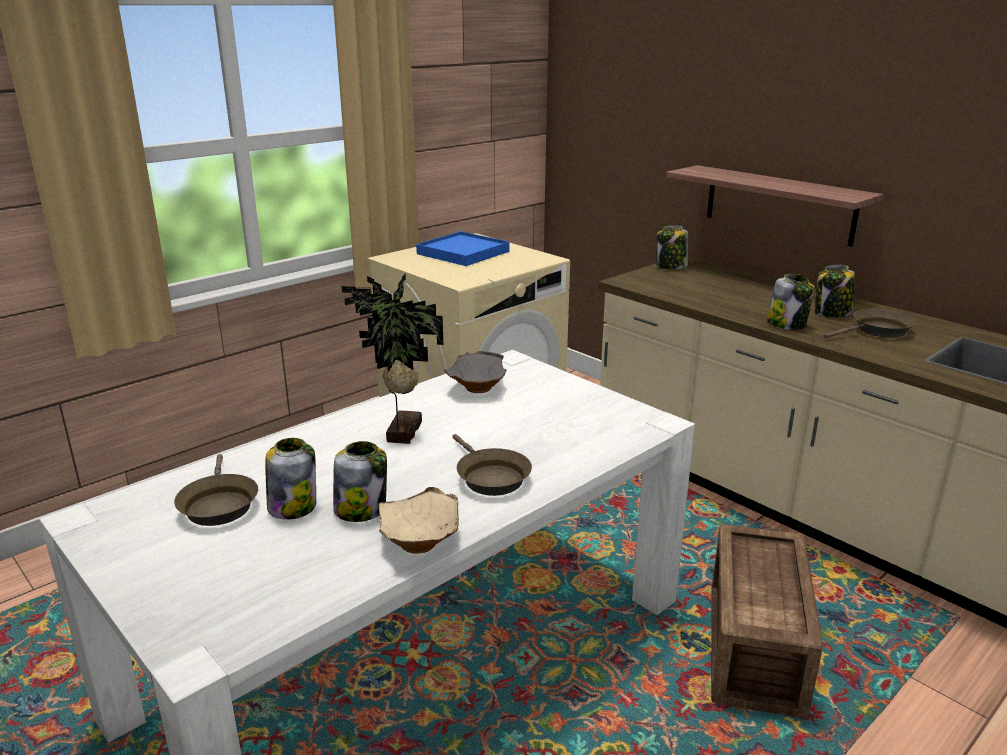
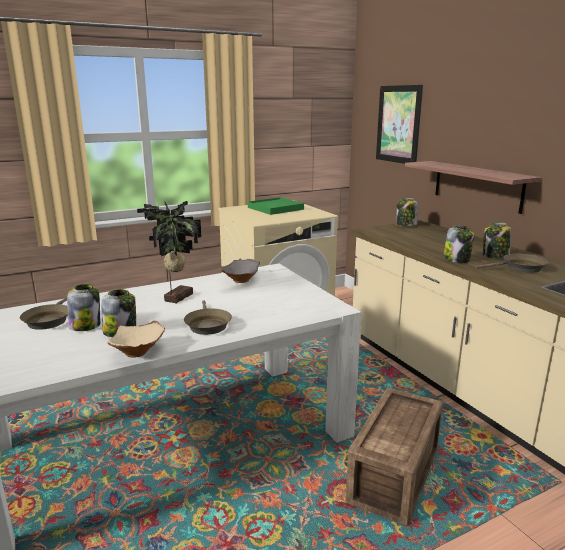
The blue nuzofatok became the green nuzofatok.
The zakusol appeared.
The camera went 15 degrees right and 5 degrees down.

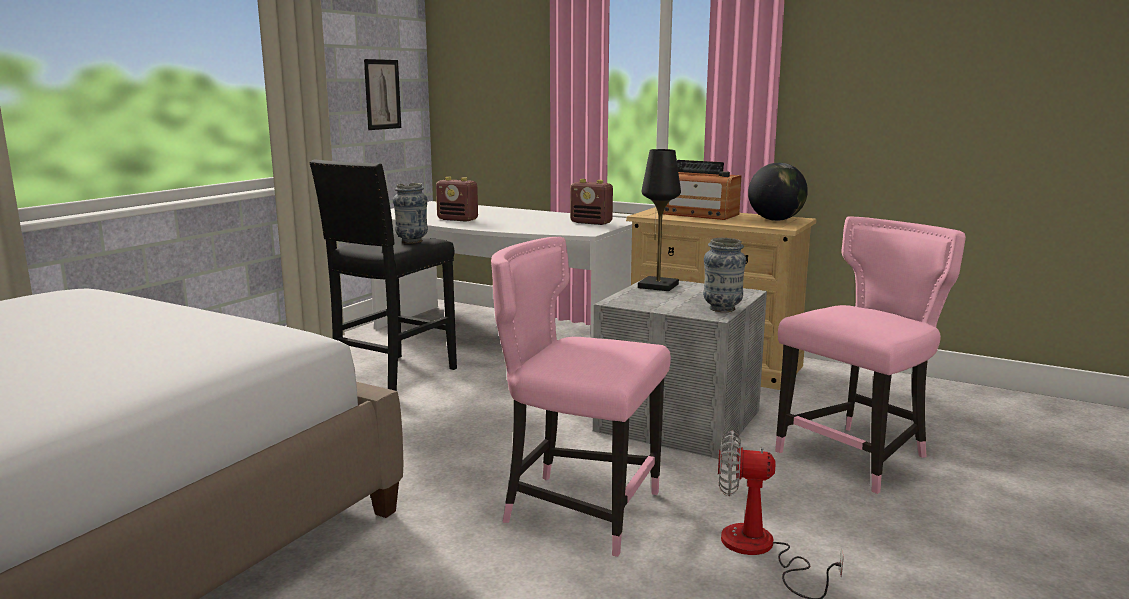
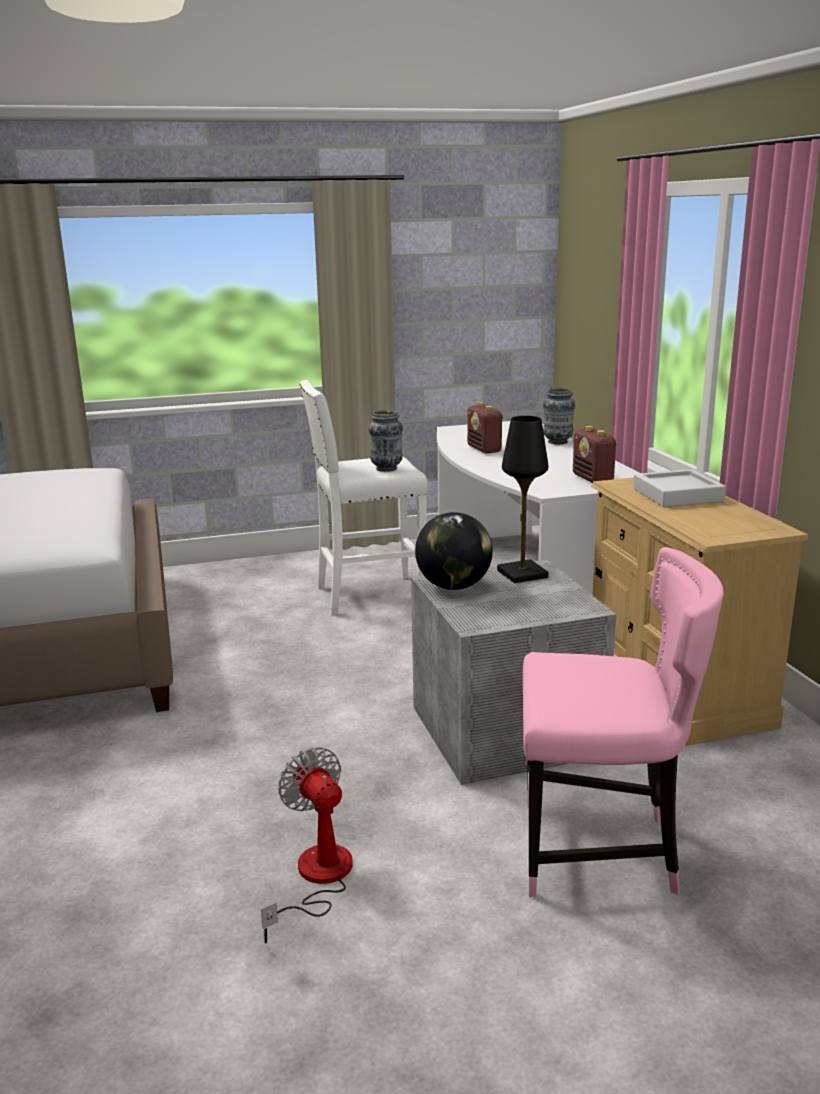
The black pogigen became the white pogigen.
The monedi moved.
The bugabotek (2nd from left) moved.
The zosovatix (3rd from left) was replaced by the grey nuzofatok.
The zakusol disappeared.
The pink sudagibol (1st from left) disappeared.
The camera went 45 degrees right and 5 degrees up.

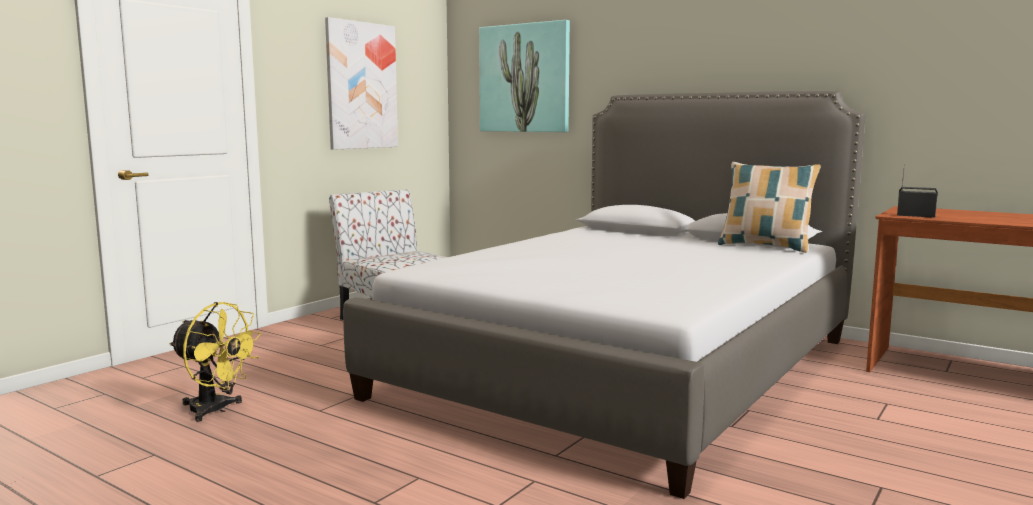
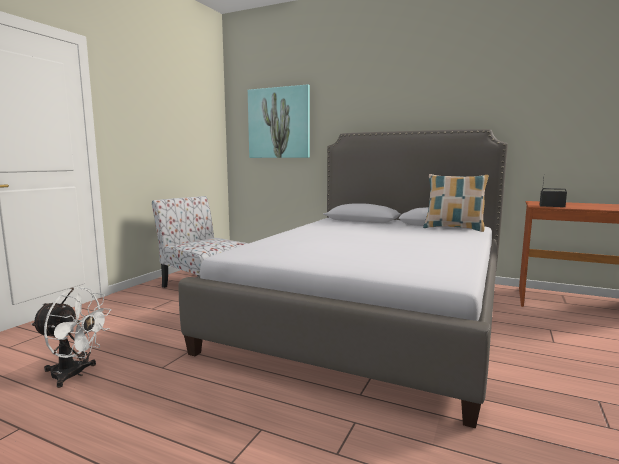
The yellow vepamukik became the white vepamukik.
The zakusol (1st from left) disappeared.
The camera went 10 degrees left and 0 degrees up.

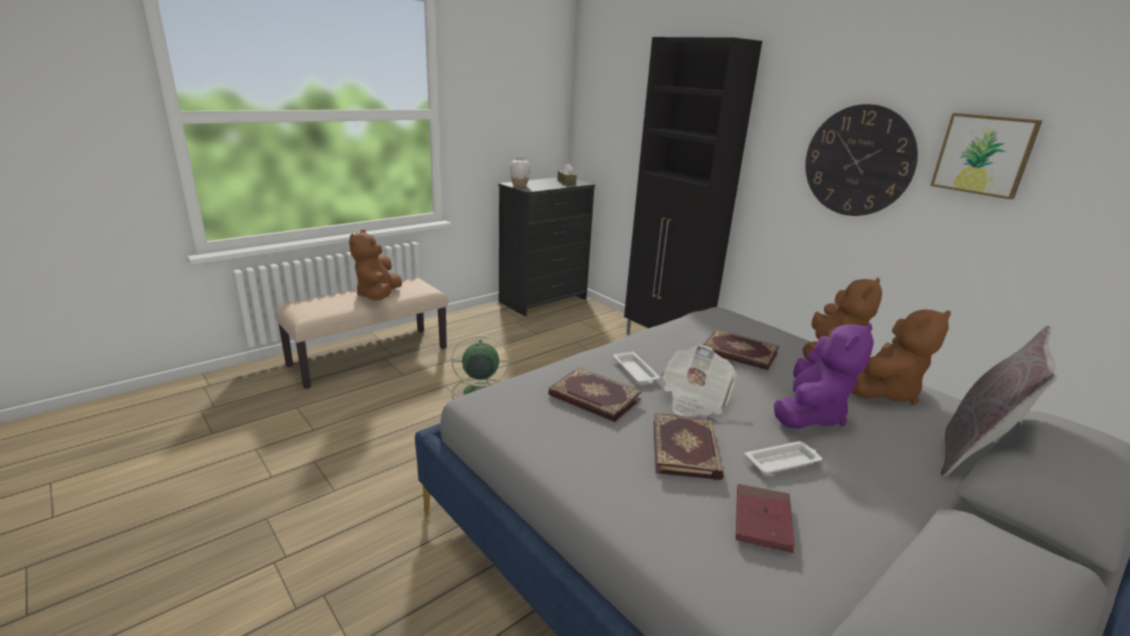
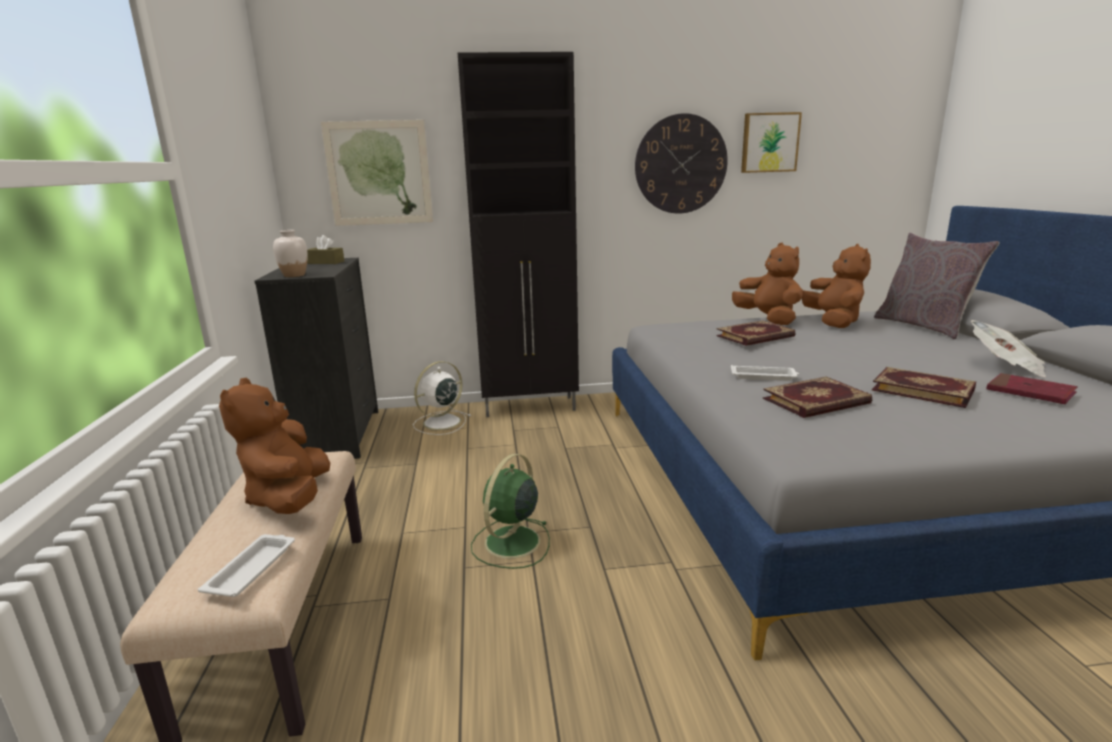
The white nuzofatok (2nd from left in the first image) moved.
The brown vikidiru (1st from left) turned 45 degrees clockwise.
The zakusol (1st from left) appeared.
The white vepamukik appeared.
The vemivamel moved.
The purple vikidiru disappeared.
The camera went 55 degrees left and 5 degrees down.

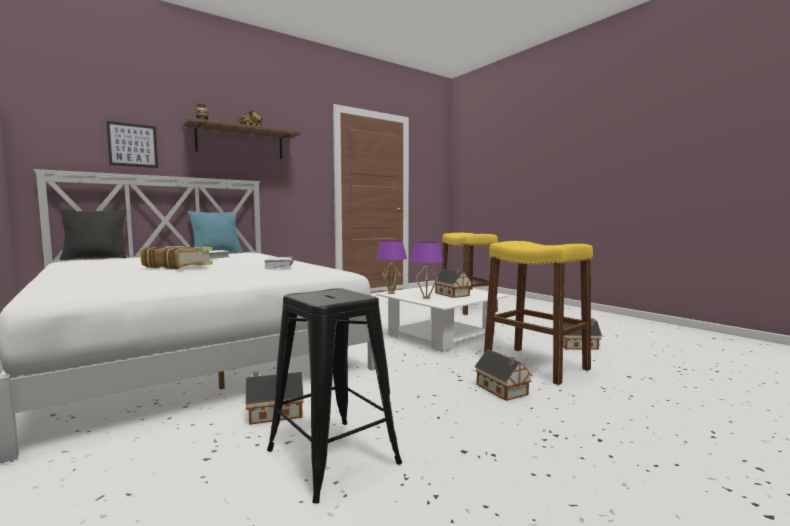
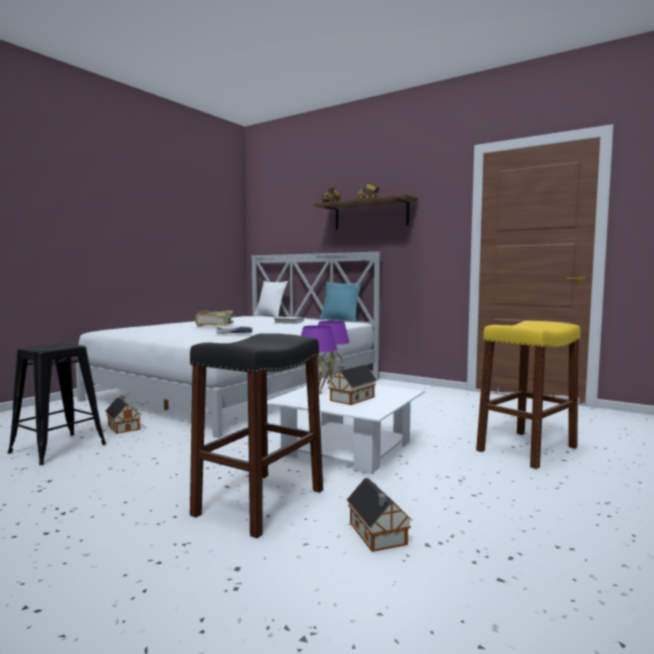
The yellow pogigen (2nd from left) became the black pogigen (2nd from left).
The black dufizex became the white dufizex.
The zakusol disappeared.
The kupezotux (3rd from left) disappeared.
The camera went 70 degrees right and 0 degrees up.

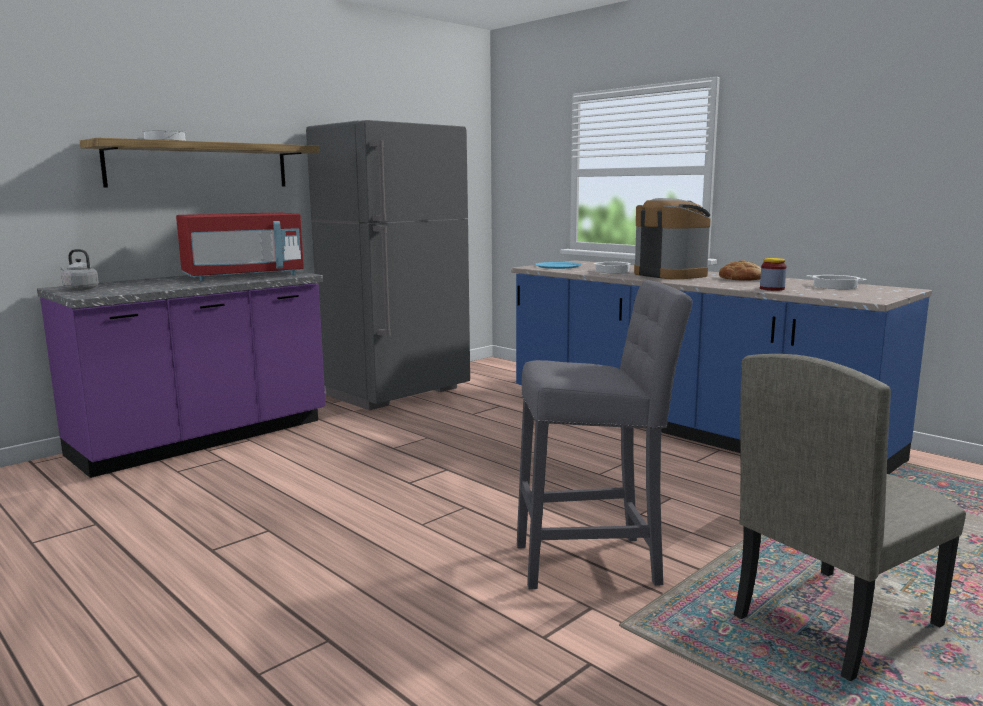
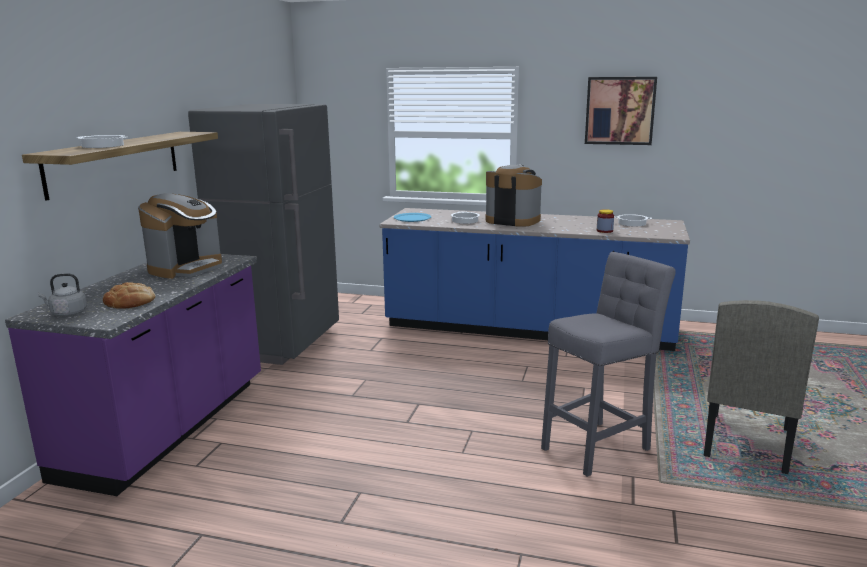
The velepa moved.
The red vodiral was replaced by the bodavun (1st from left).
The zakusol appeared.
The camera went 30 degrees left and 5 degrees up.

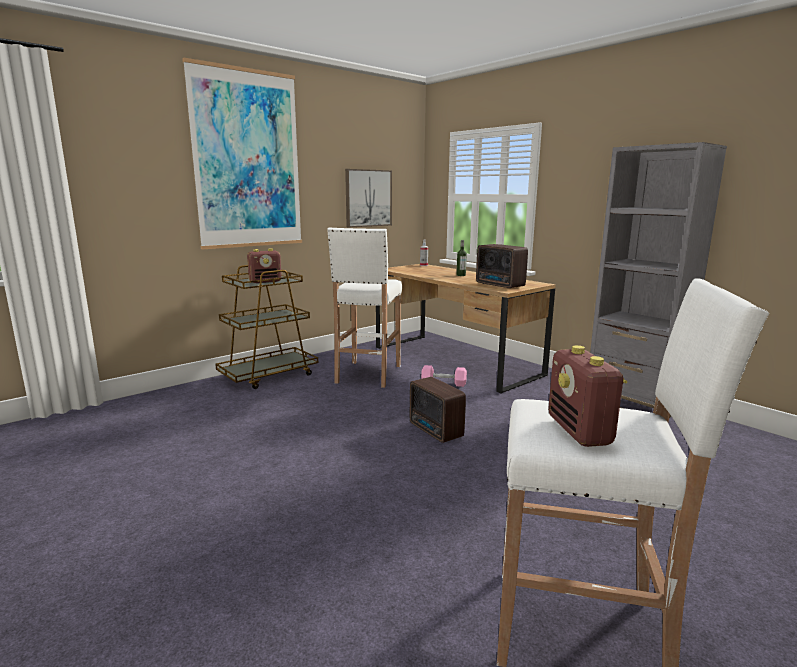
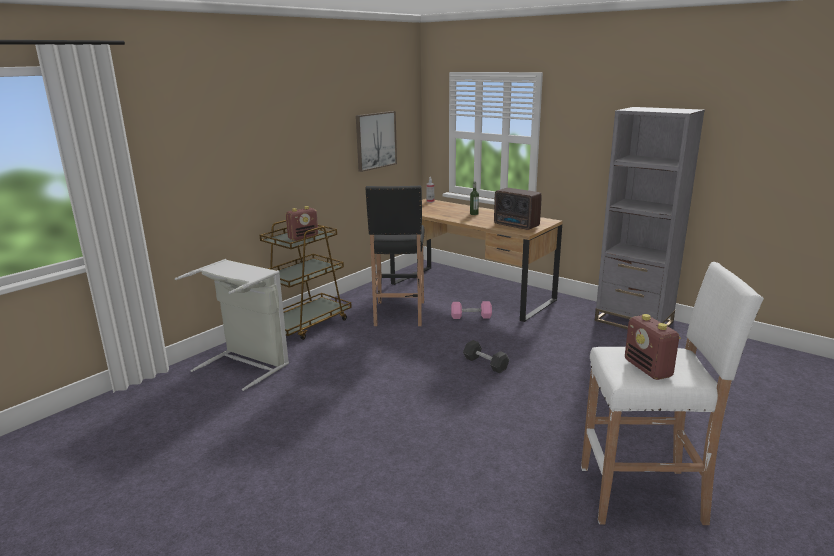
The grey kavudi appeared.
The white pogigen (1st from left) became the black pogigen.
The zosovatix (2nd from left) was replaced by the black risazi.
The zakusol (1st from left) disappeared.
The camera went 10 degrees left and 5 degrees up.

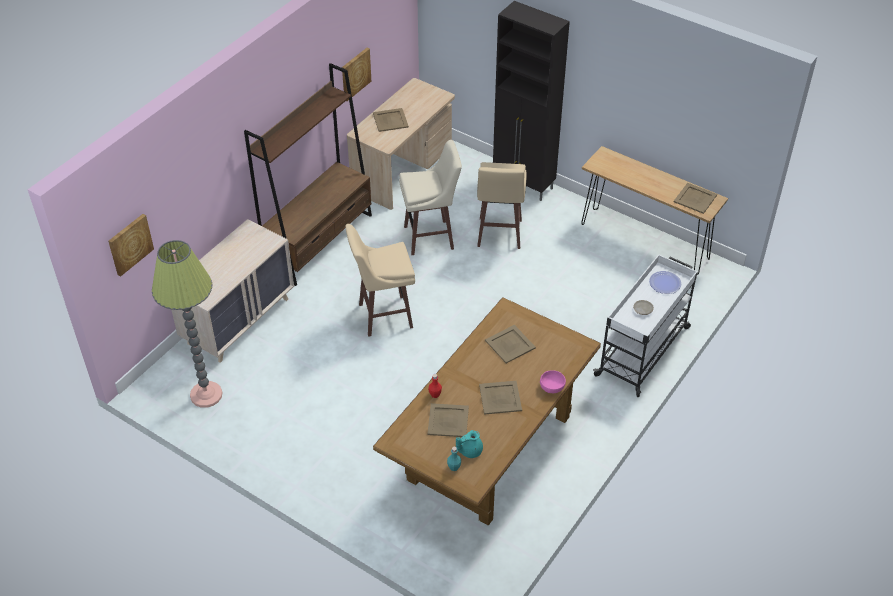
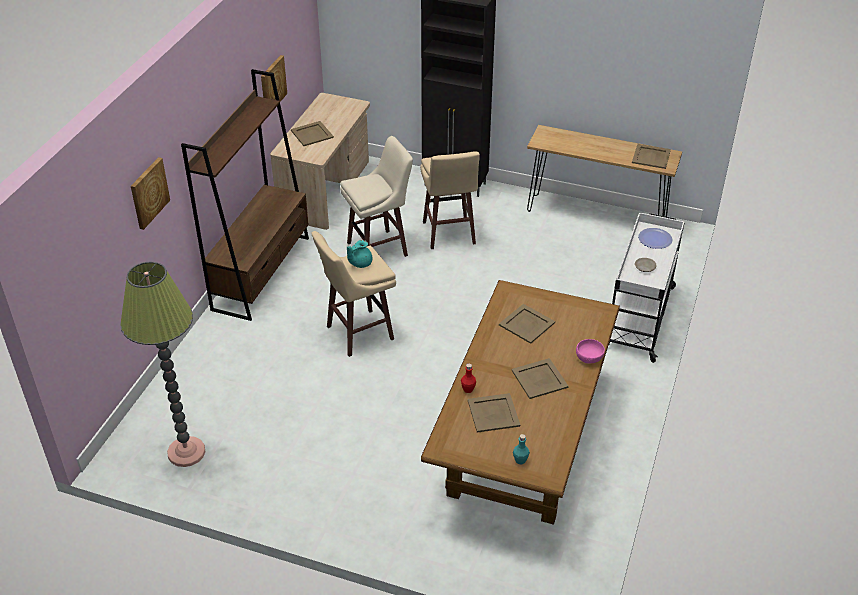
The zakusol (1st from left) moved.
The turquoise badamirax moved.
The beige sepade disappeared.
The camera went 15 degrees left and 5 degrees down.

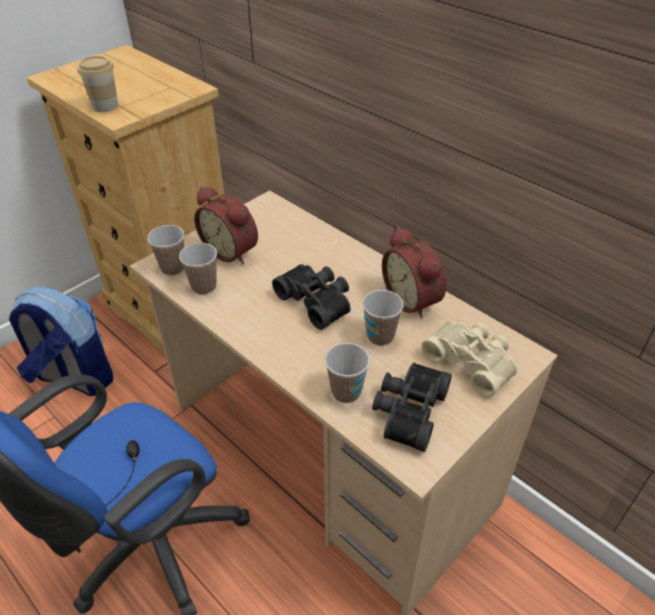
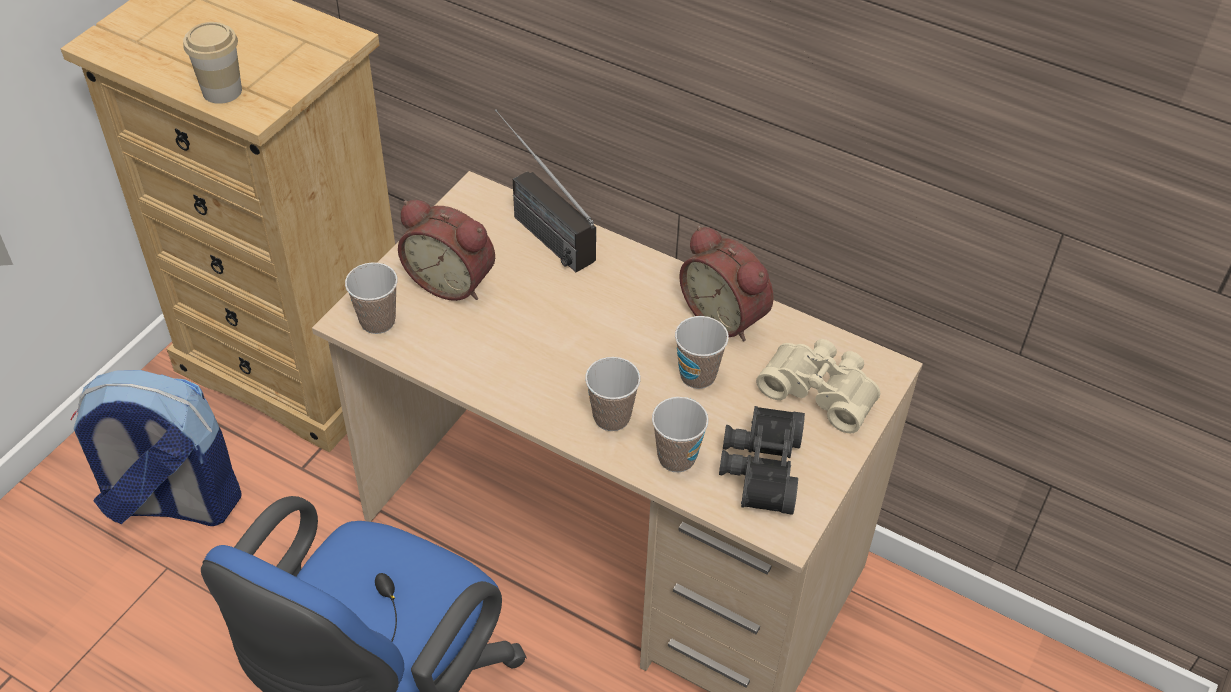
The zosovatix appeared.
The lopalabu (3rd from left) moved.
The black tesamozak (1st from left) disappeared.
The camera went 15 degrees left and 5 degrees up.

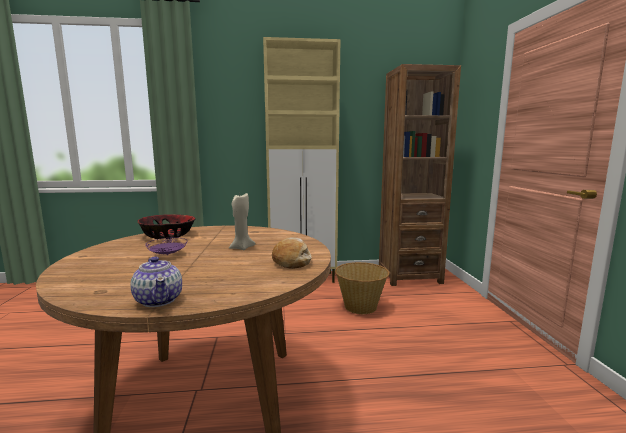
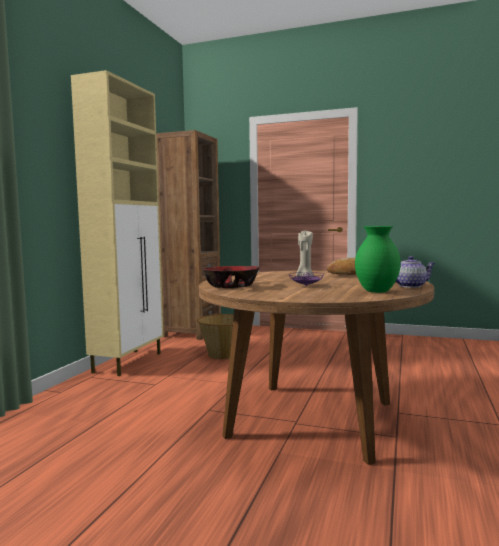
The green bugabotek appeared.
The camera went 65 degrees left and 5 degrees down.

